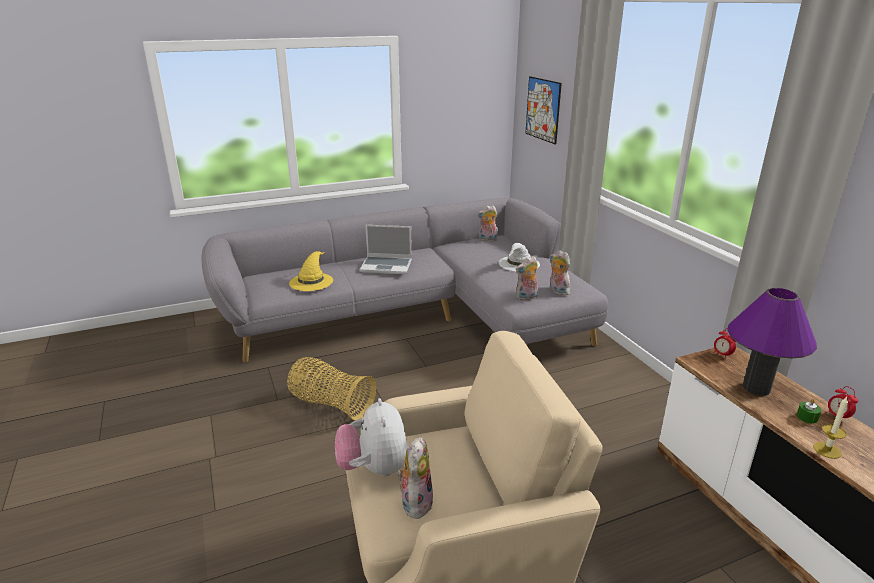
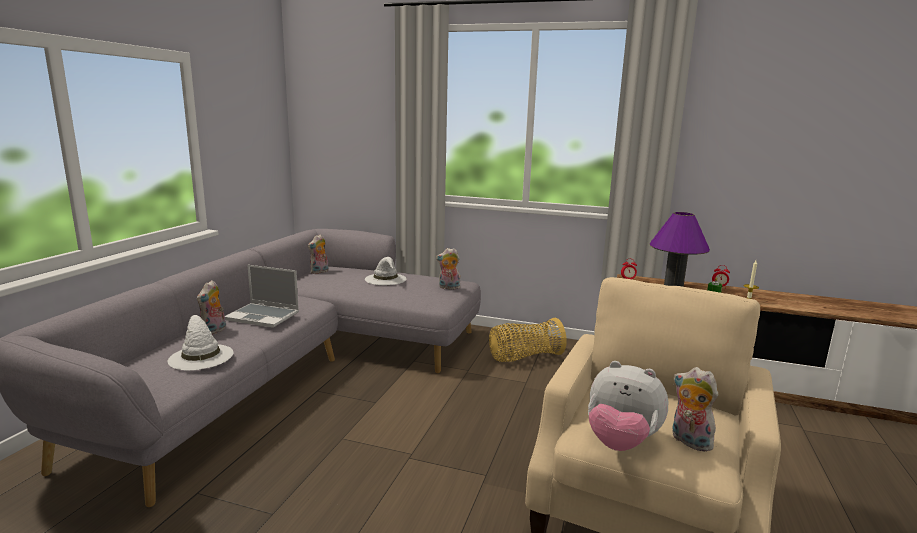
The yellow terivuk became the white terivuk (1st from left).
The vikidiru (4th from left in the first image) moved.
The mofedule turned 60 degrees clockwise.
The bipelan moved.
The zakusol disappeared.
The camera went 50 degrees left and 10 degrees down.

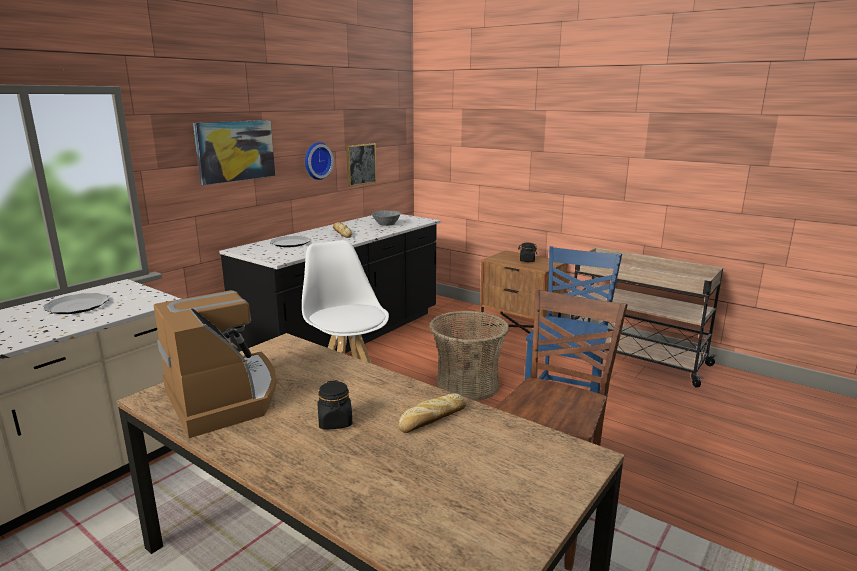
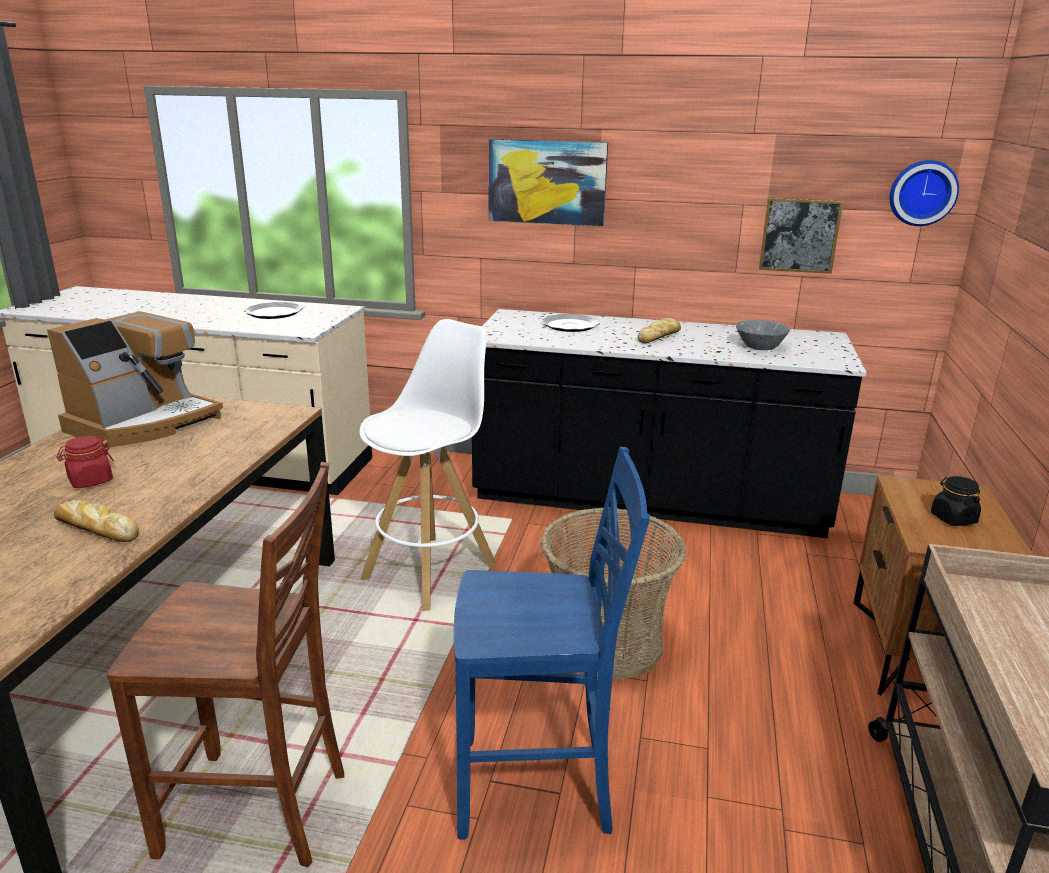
The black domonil (1st from left) became the red domonil.
The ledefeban moved.
The camera went 65 degrees right and 5 degrees up.

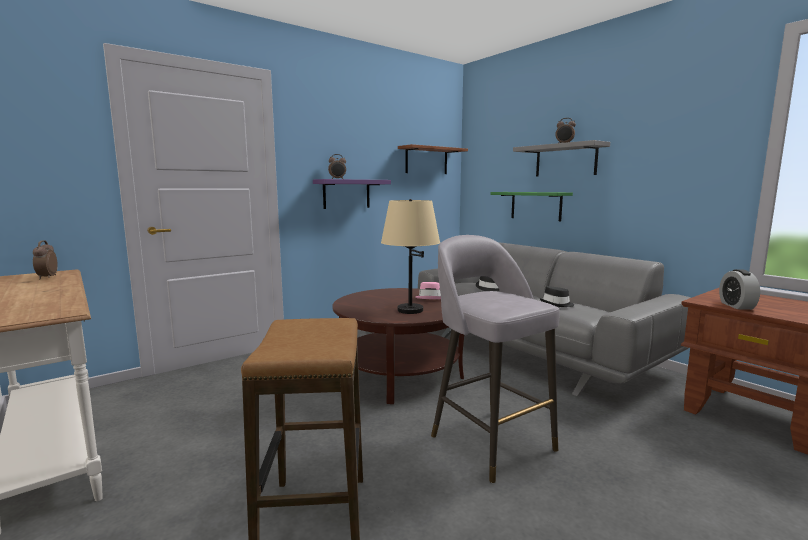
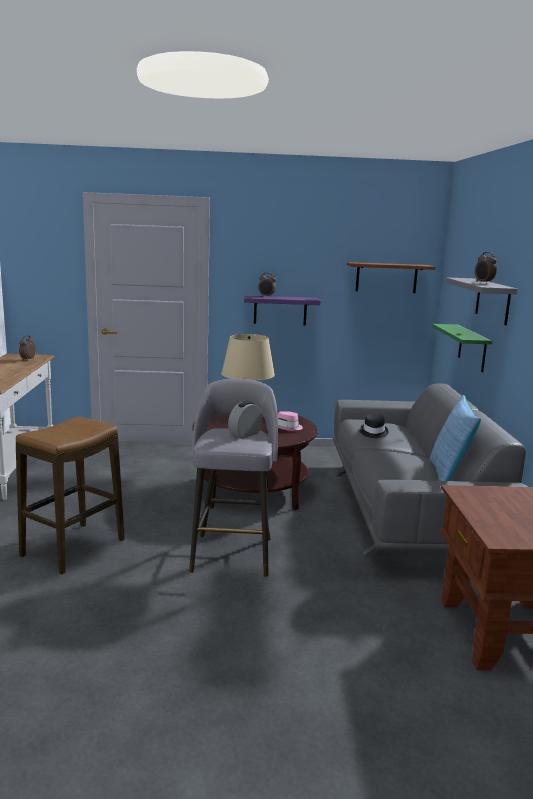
The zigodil (4th from left in the first image) moved.
The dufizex appeared.
The black terivuk (2nd from left) disappeared.
The camera went 35 degrees right and 5 degrees up.

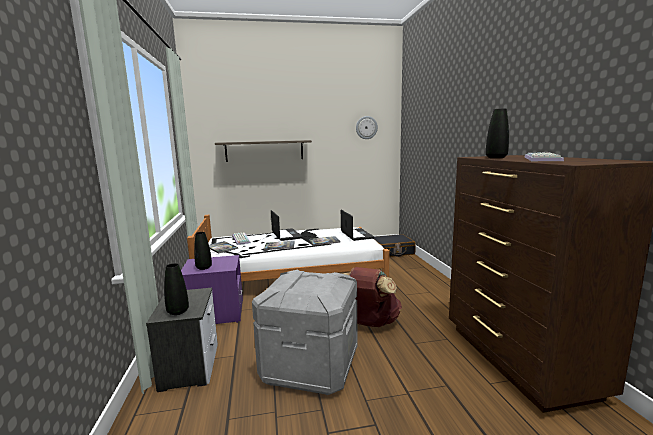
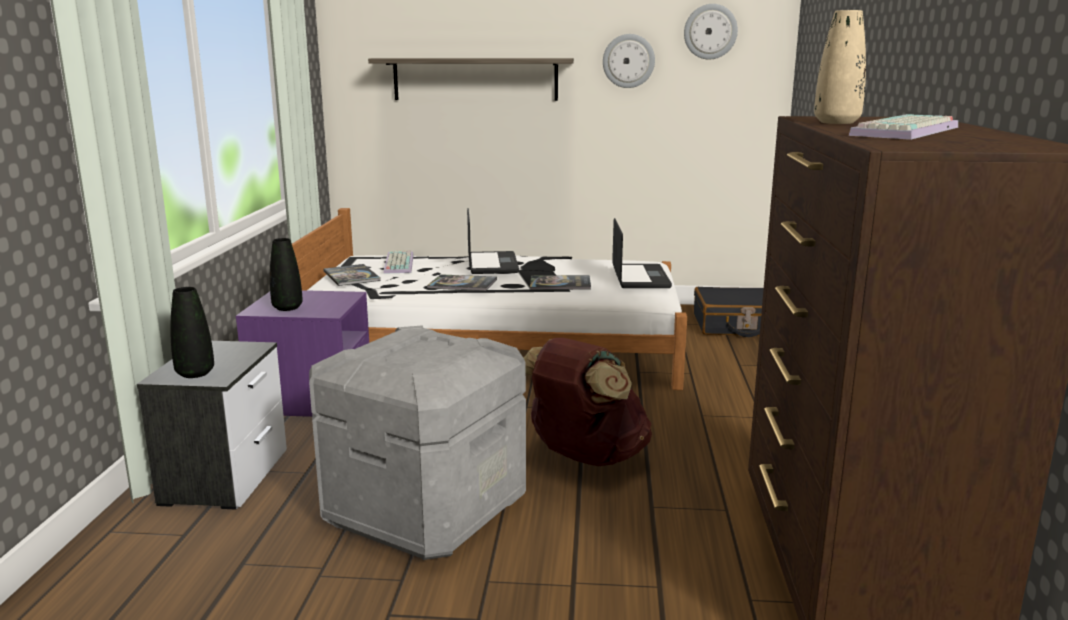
The ledefeban (1st from left) appeared.
The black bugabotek (3rd from left) became the beige bugabotek.
The camera went 15 degrees right and 5 degrees up.

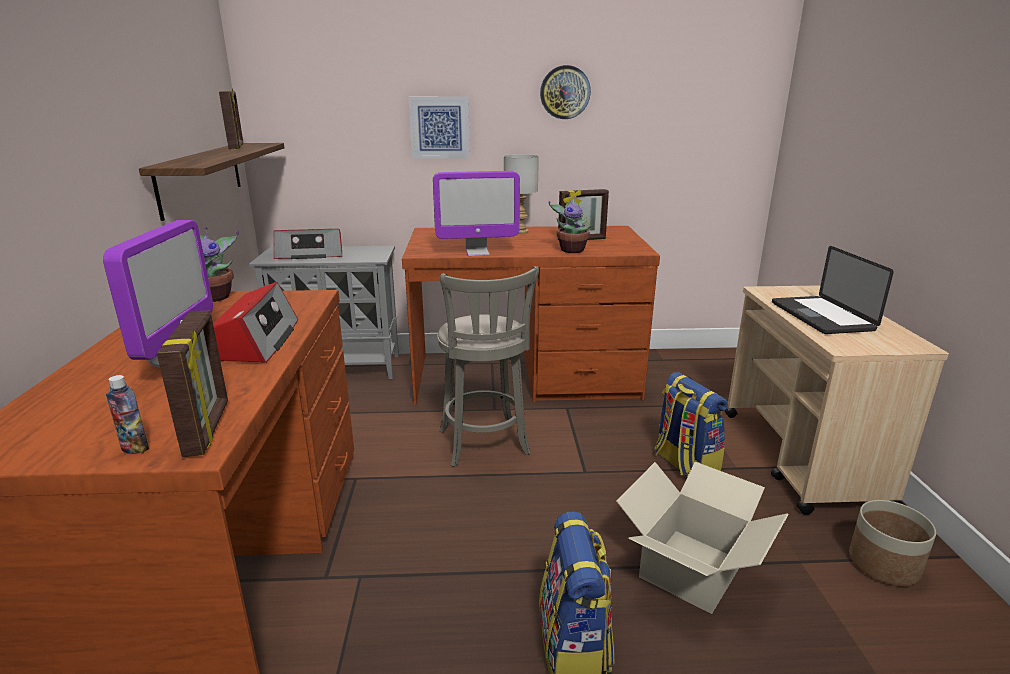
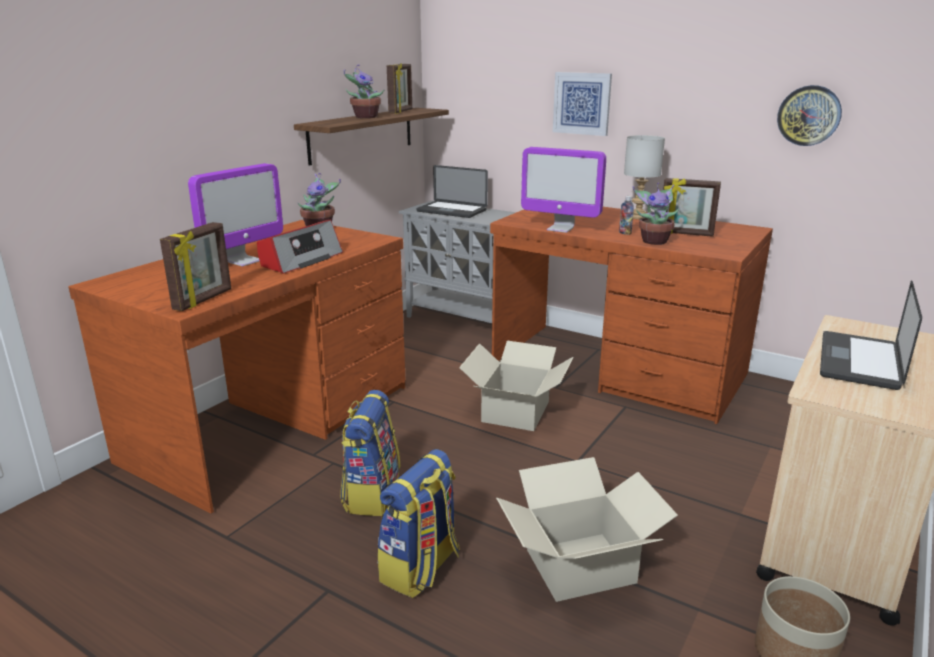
The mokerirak (2nd from left in the first image) moved.
The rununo (2nd from left) appeared.
The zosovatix (2nd from left) was replaced by the mofedule (1st from left).
The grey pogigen was replaced by the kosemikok (1st from left).
The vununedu moved.
The ledefeban moved.
The camera went 35 degrees right and 0 degrees up.

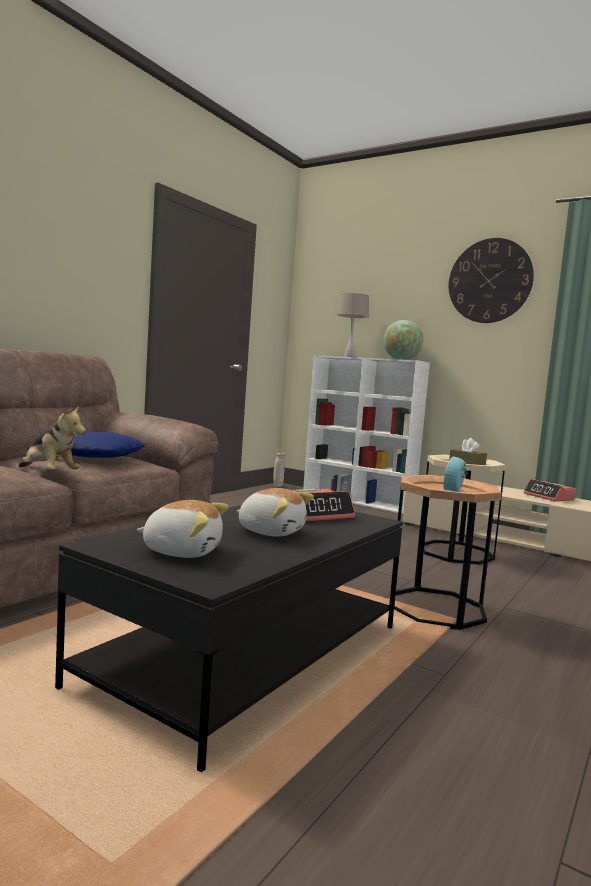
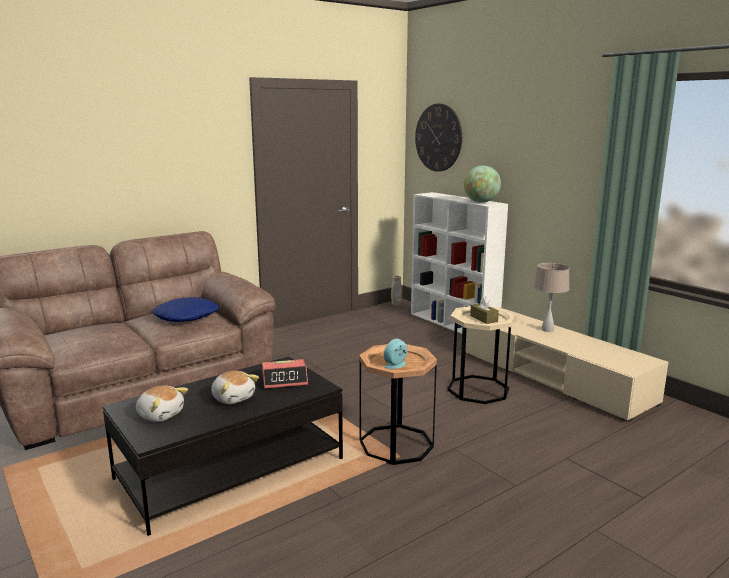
The ledefeban moved.
The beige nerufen moved.
The vikidiru (1st from left) disappeared.
The zigodil (3rd from left) disappeared.
The camera went 20 degrees right and 10 degrees up.

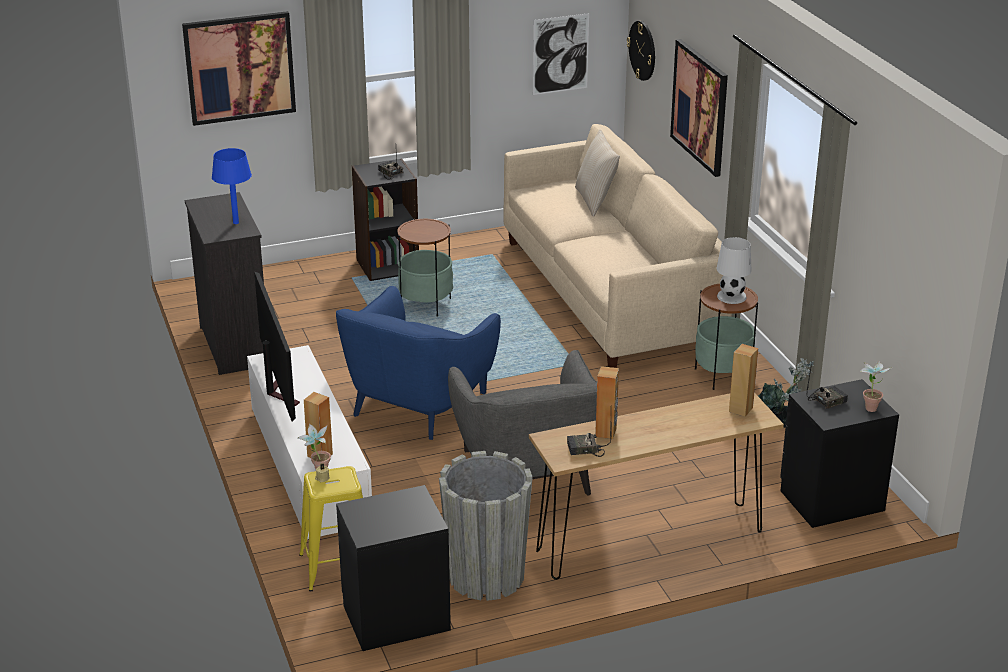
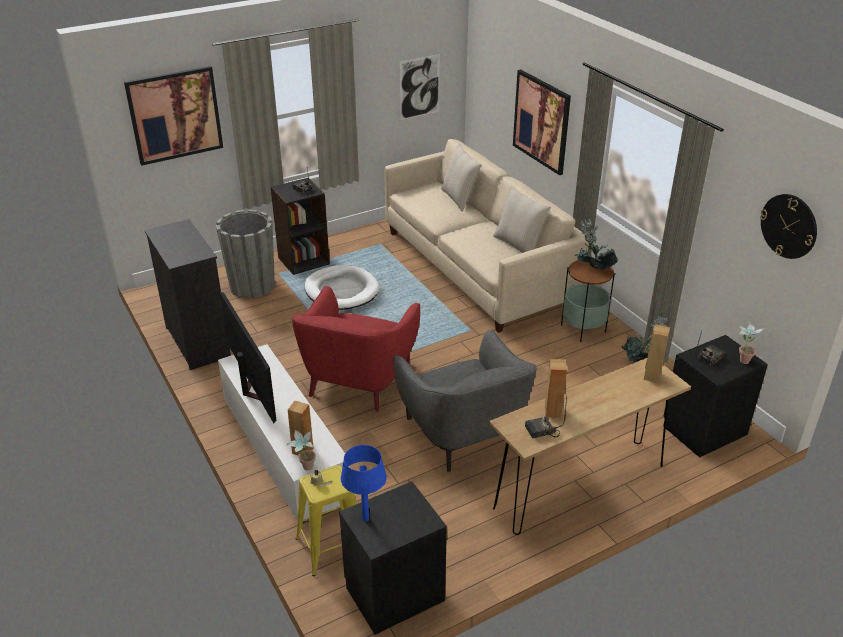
The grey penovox moved.
The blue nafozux became the red nafozux.
The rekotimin (1st from left) was replaced by the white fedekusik.
The blue nerufen moved.
The beige dufizex (2nd from left) appeared.
The white nerufen was replaced by the rununo (2nd from left).
The ledefeban moved.
The camera went 10 degrees left and 5 degrees up.

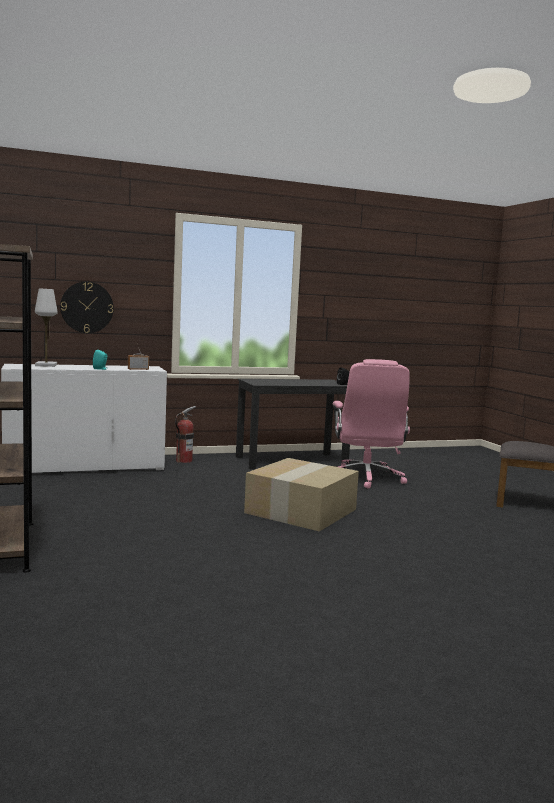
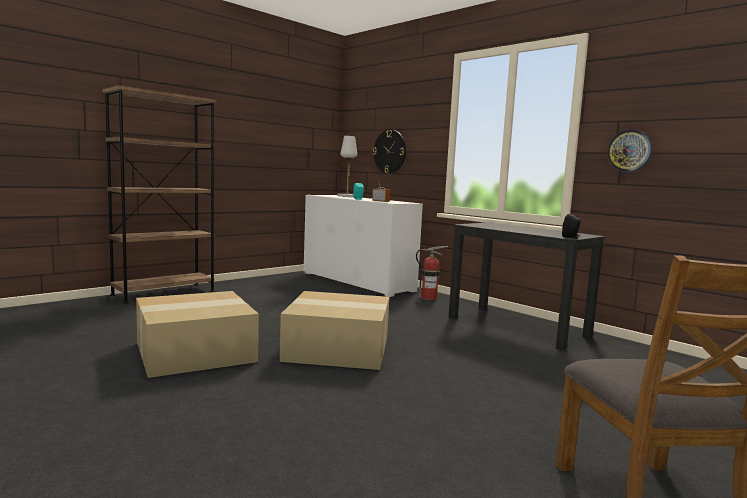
The kosemikok (1st from left) appeared.
The ledefeban (2nd from left) appeared.
The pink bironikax disappeared.
The camera went 65 degrees right and 0 degrees up.

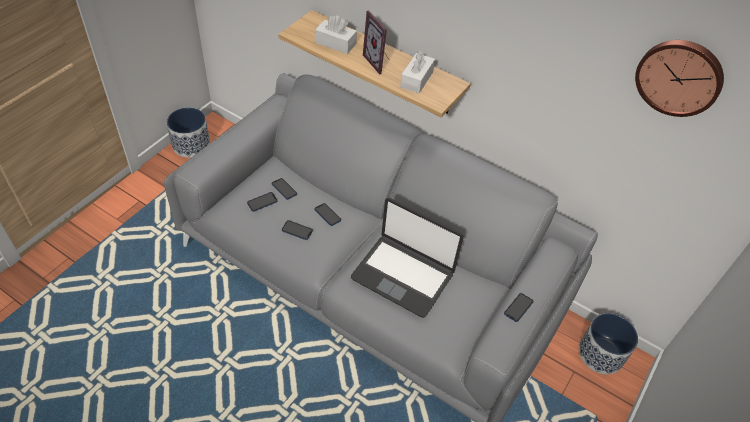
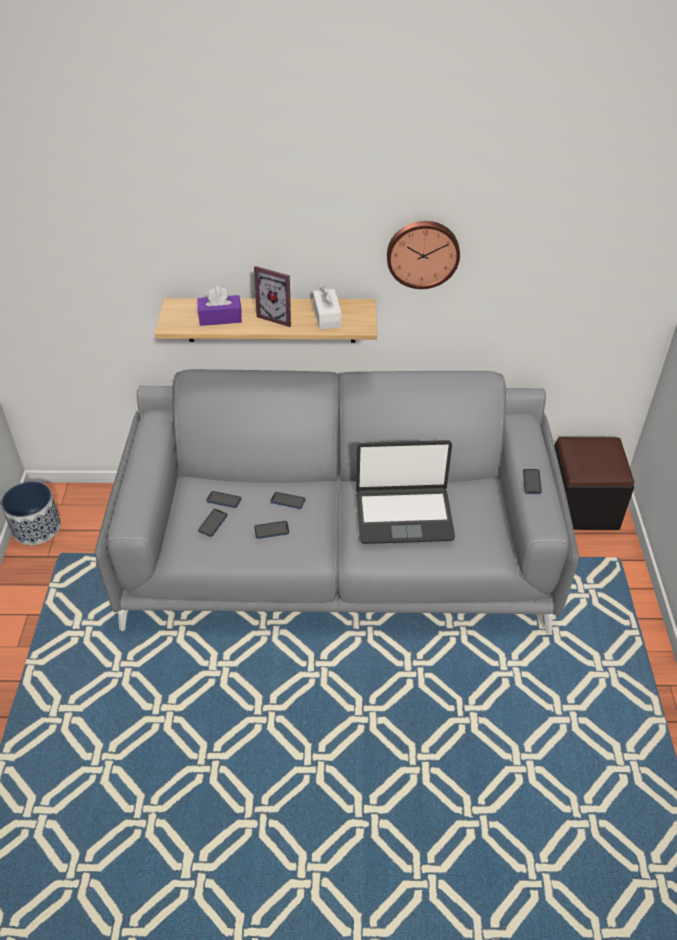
The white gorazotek (1st from left) became the purple gorazotek.
The ledefeban moved.
The penovox (2nd from left) was replaced by the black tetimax.
The camera went 30 degrees left and 5 degrees down.

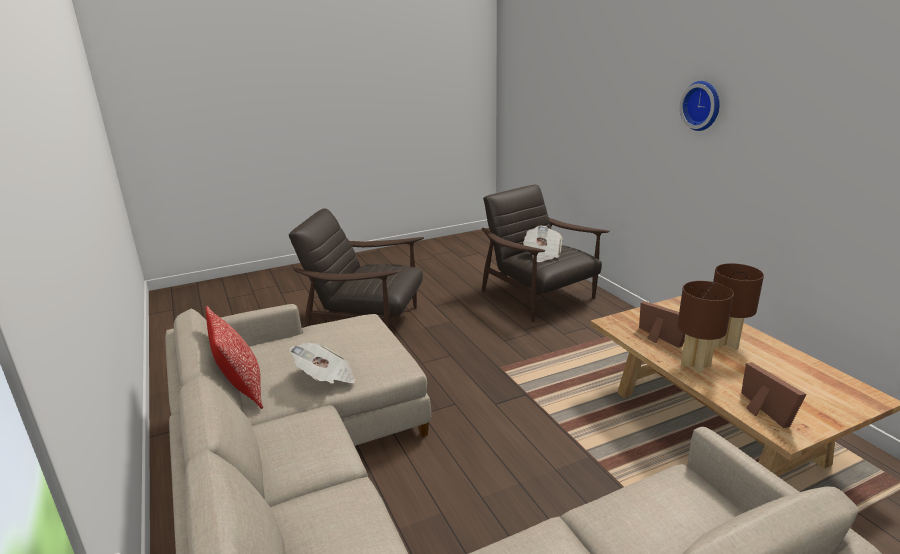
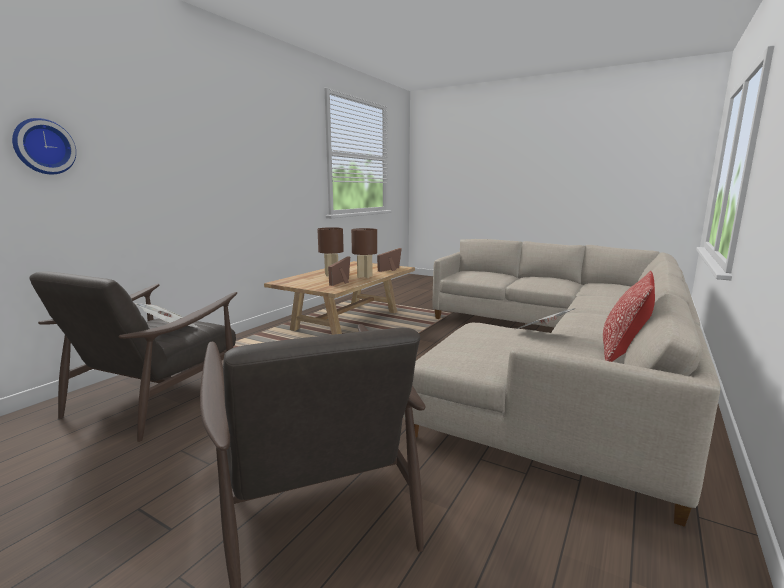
The ledefeban moved.
The camera went 125 degrees left and 10 degrees down.

